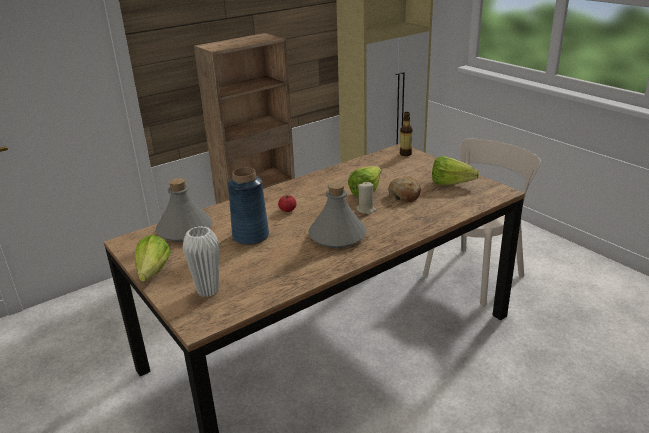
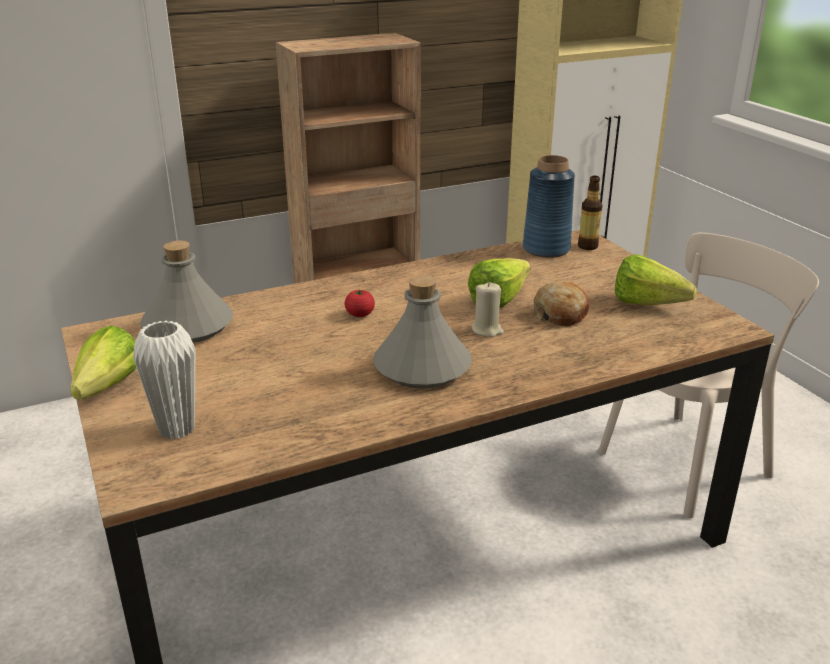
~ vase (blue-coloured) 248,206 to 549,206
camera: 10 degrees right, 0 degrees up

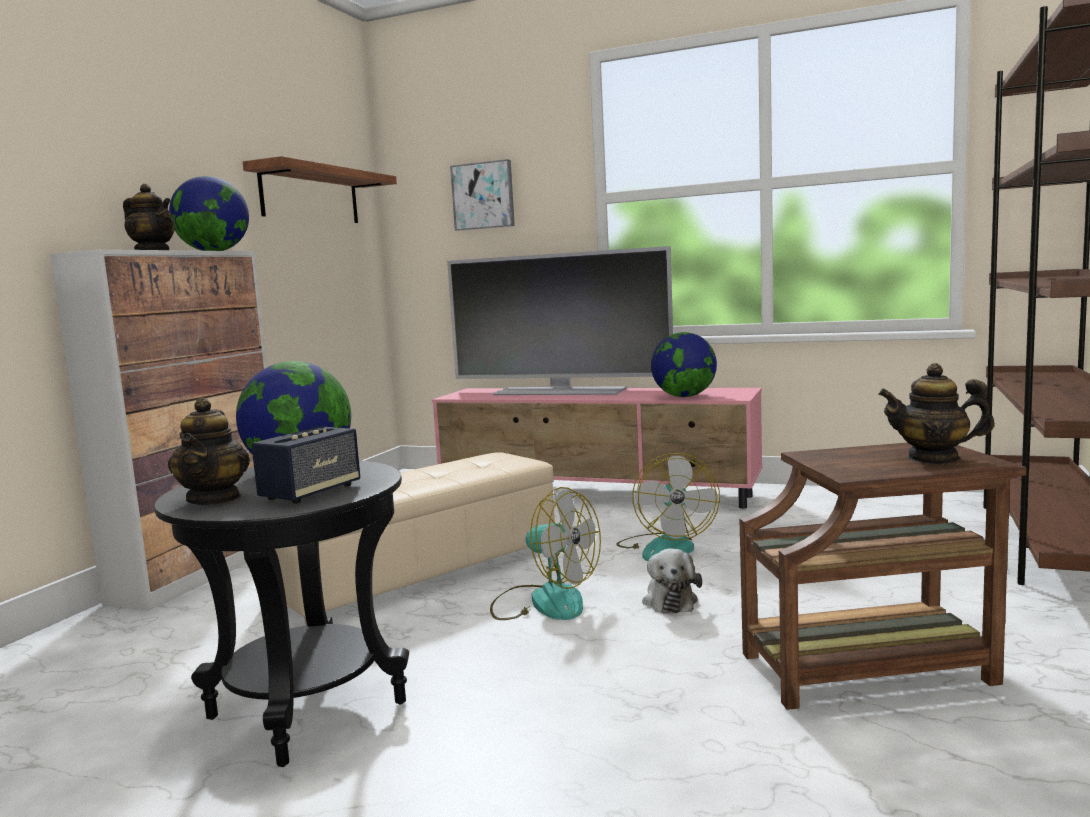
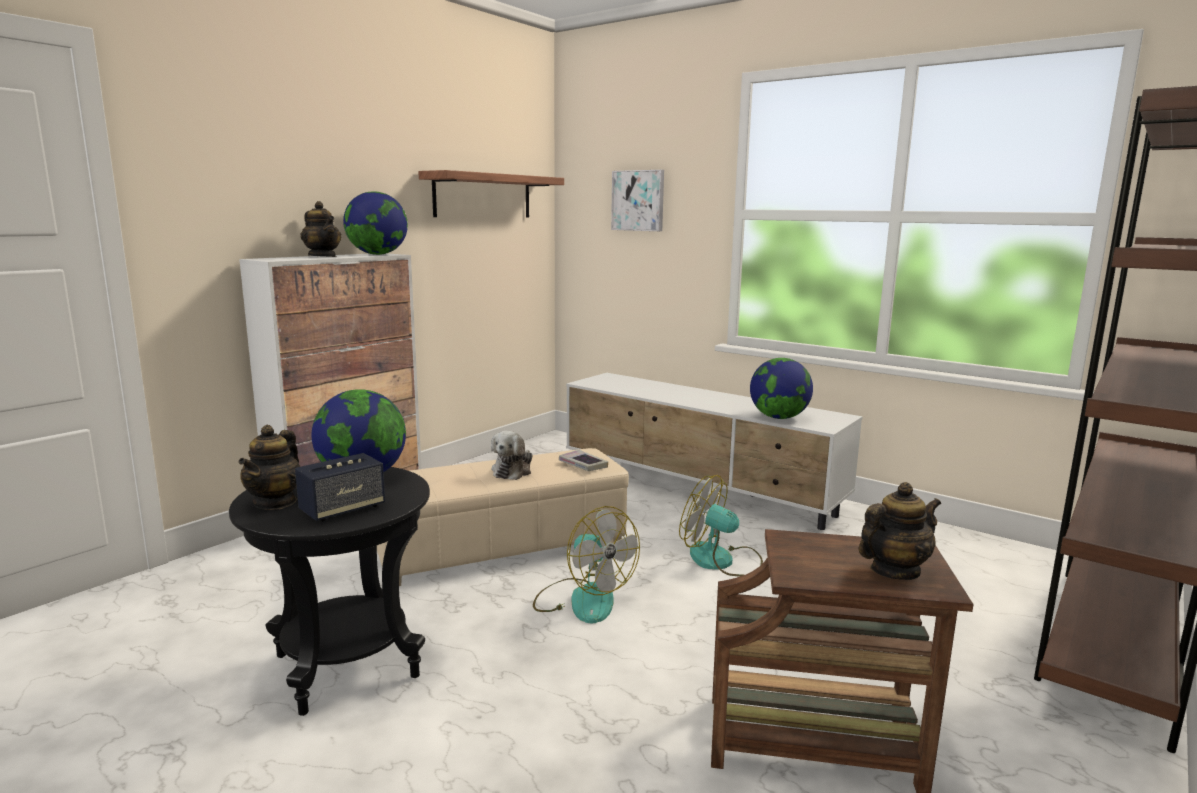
~ media console (pink) 597,448 to media console (white-coloured) 714,451
- TV 560,320
~ fan 668,507 = 721,526 105 degrees clockwise
~ cuddly toy 672,581 to 512,455
~ teapot 936,413 = 899,531 120 degrees clockwise
+ bound book 583,460
camera: 15 degrees right, 5 degrees up

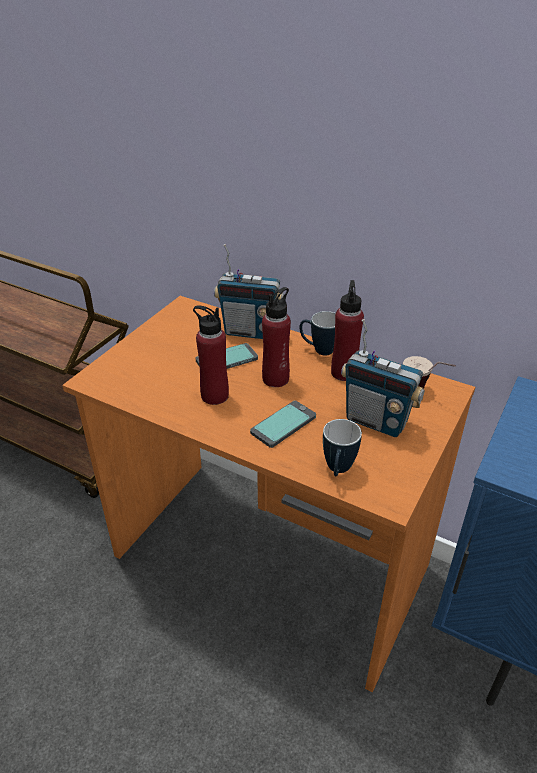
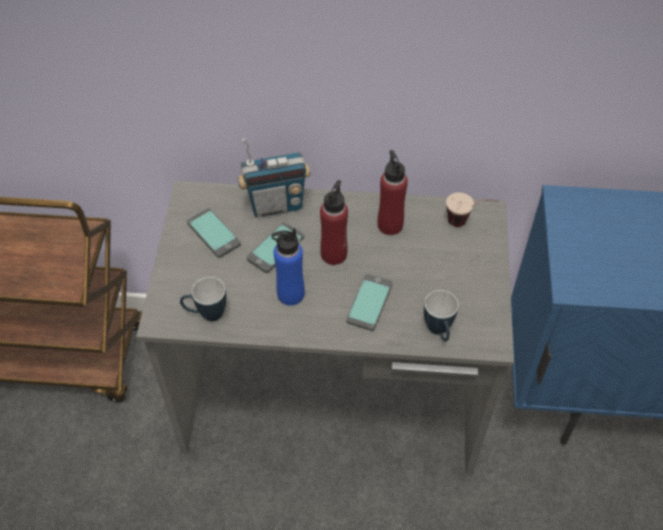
~ desk unit (orange) 268,494 to desk unit (grey) 325,328
~ drink bottle (red) 211,355 to drink bottle (blue-coloured) 288,266
~ mug 317,333 to 203,299
- radio receiver 383,378
+ handset 214,233
camera: 25 degrees left, 15 degrees up

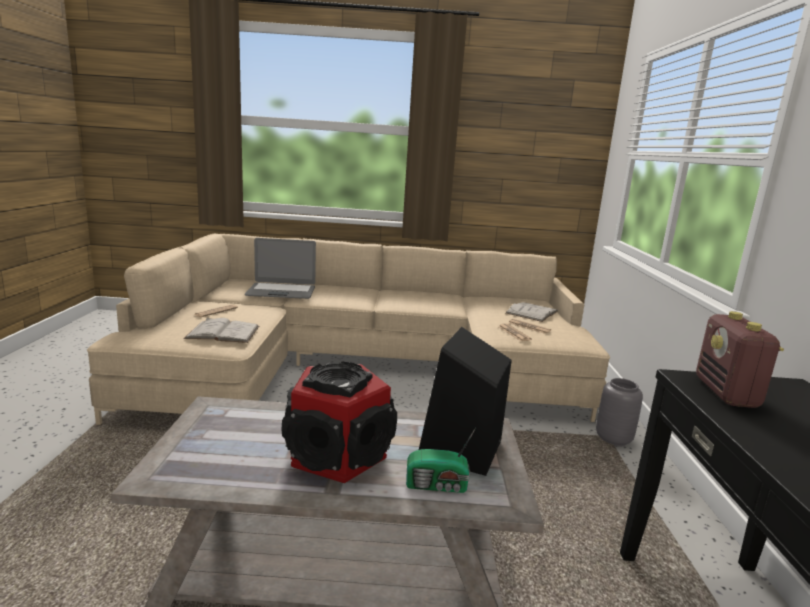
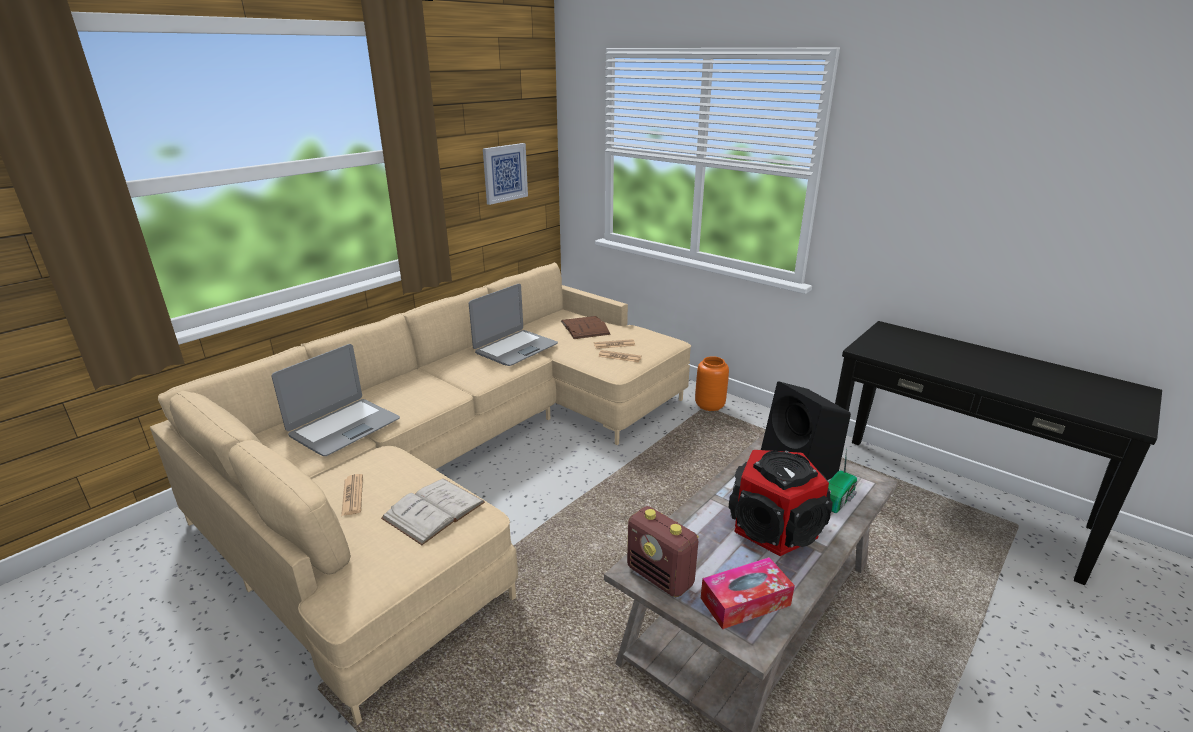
~ bound book (white-coloured) 532,312 to bound book (brown) 586,327
~ vase (grey) 619,412 to vase (orange) 712,383
~ radio receiver 740,359 to 663,551
+ notebook computer 513,325
+ wall picture 505,174
+ tissue holder 748,593
camera: 50 degrees left, 10 degrees up

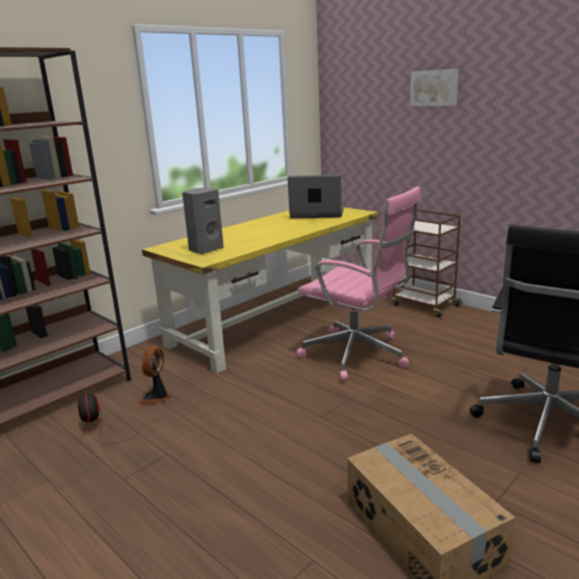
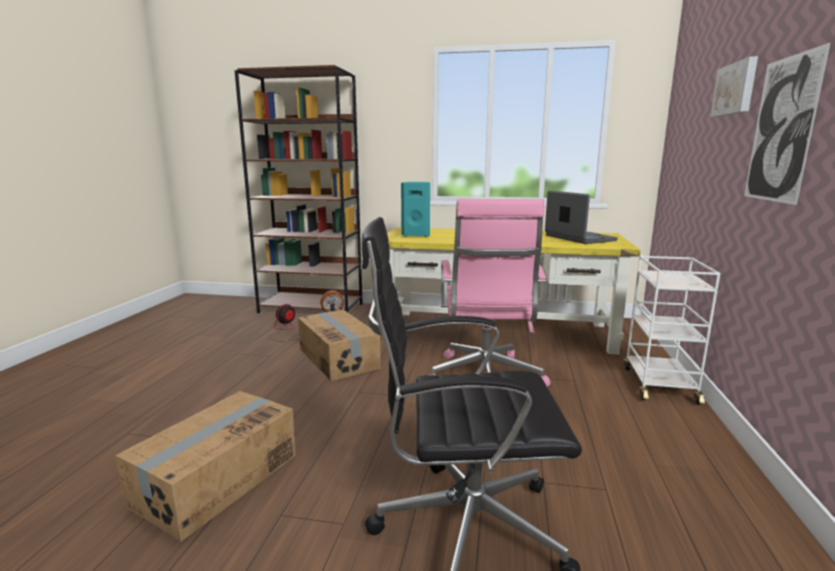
~ speaker (grey) 203,221 to speaker (blue-green) 415,209
~ trolley (brown) 427,264 to trolley (white-coloured) 672,330
+ cardboard box 339,345
+ wall picture 787,124
camera: 55 degrees right, 5 degrees down

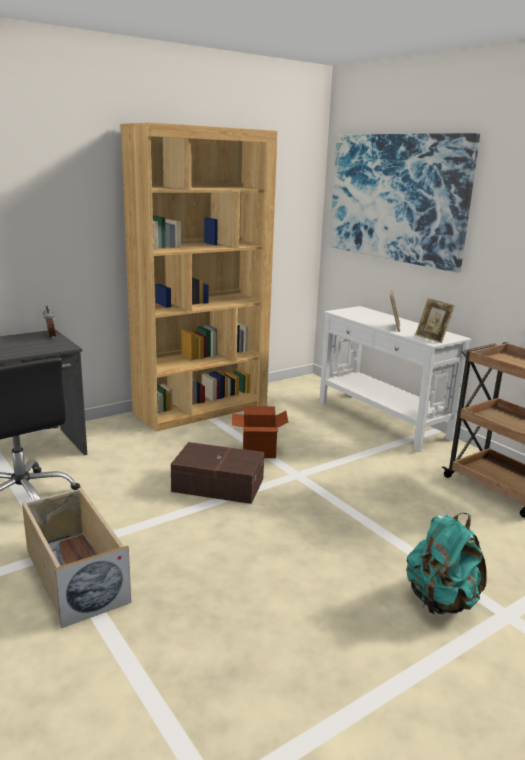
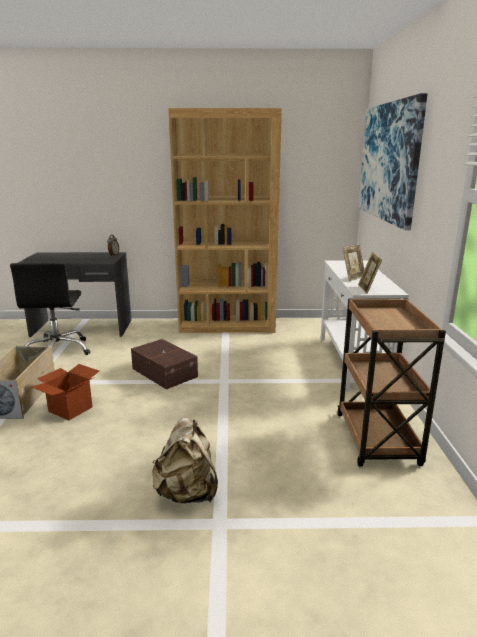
~ cardboard box 260,432 to 65,392
~ backpack (blue-green) 446,564 to backpack (sand-coloured) 185,460
camera: 35 degrees right, 0 degrees up

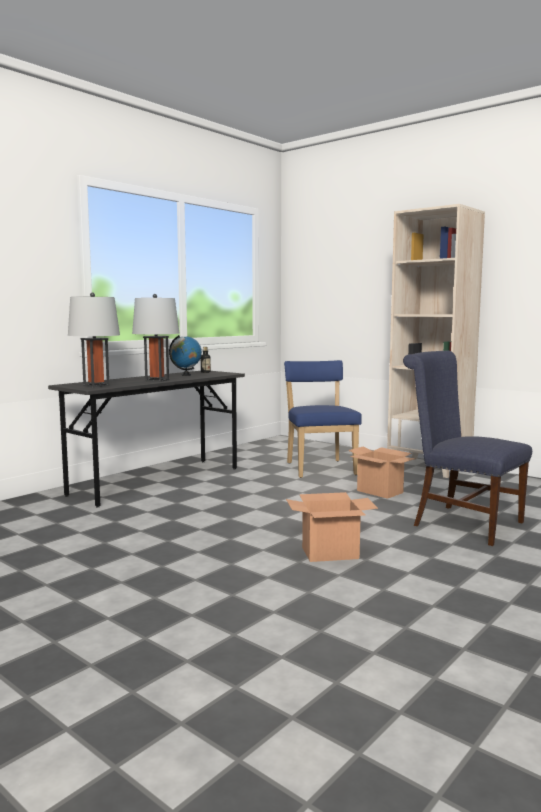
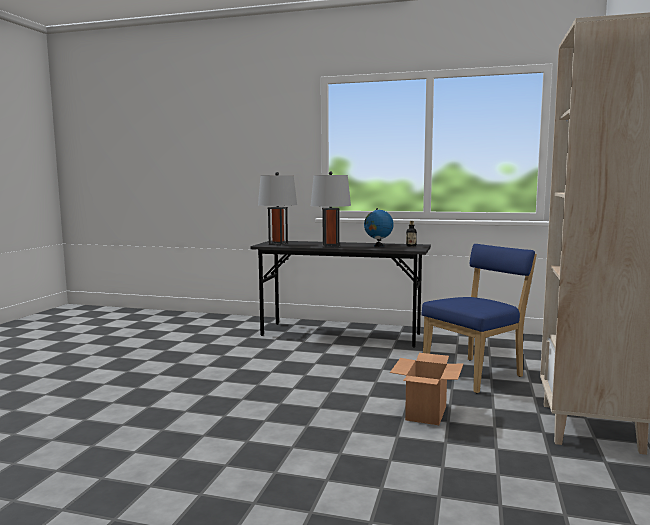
- cardboard box 332,527
- chair (blue-coloured) 467,448
camera: 65 degrees right, 0 degrees up

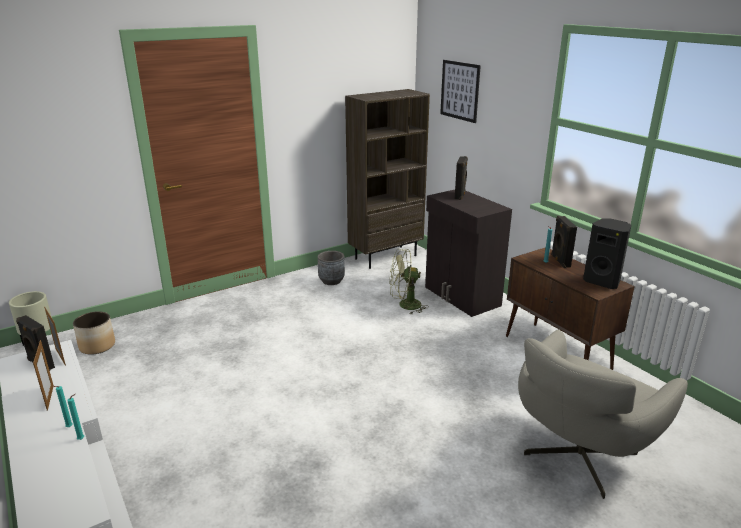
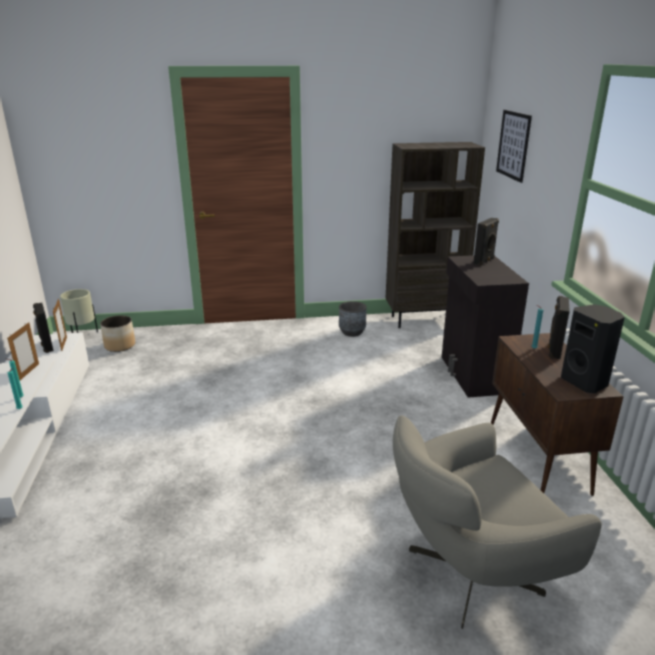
- fan (green-coloured) 409,281
camera: 25 degrees right, 0 degrees up

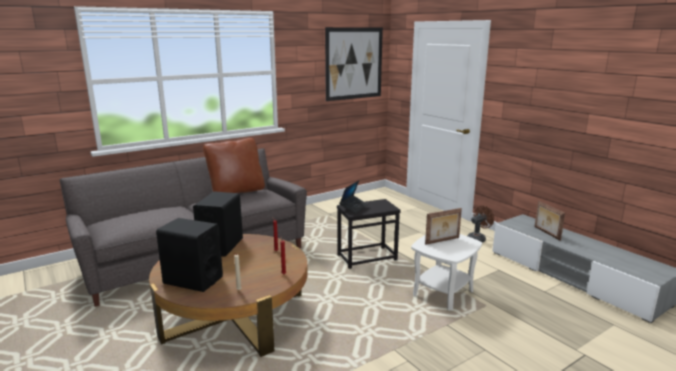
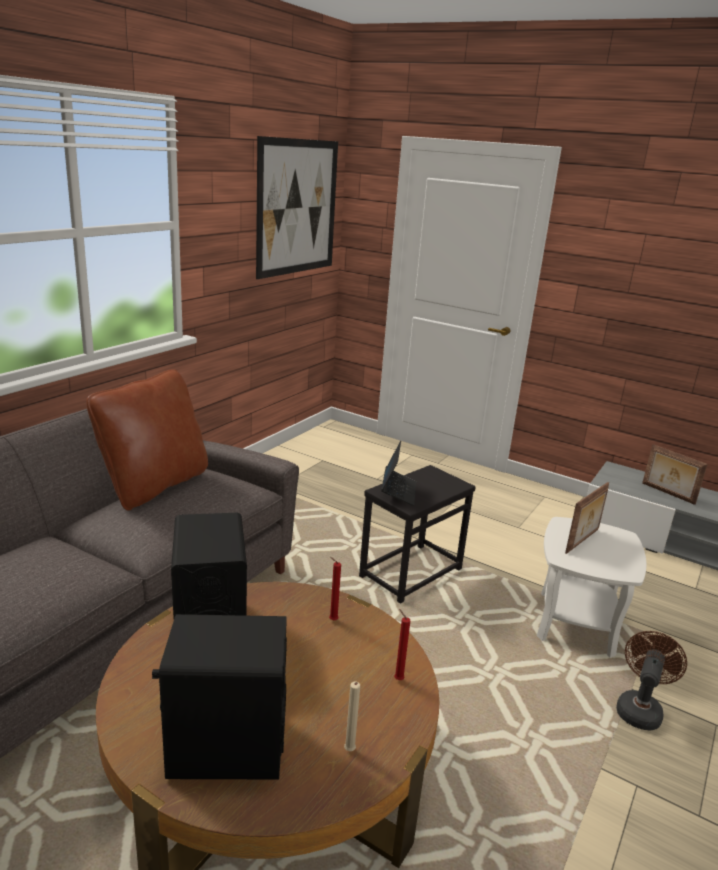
~ fan (brown) 481,224 to 651,680
camera: 25 degrees left, 5 degrees up

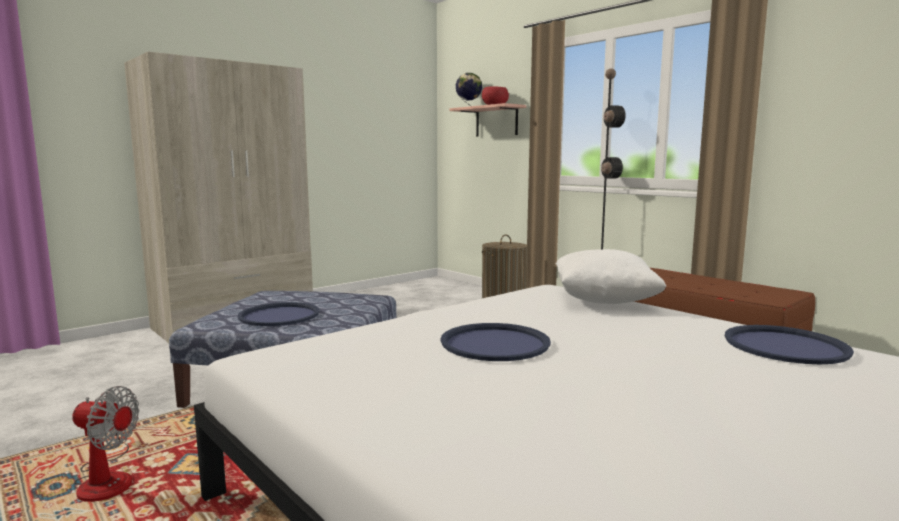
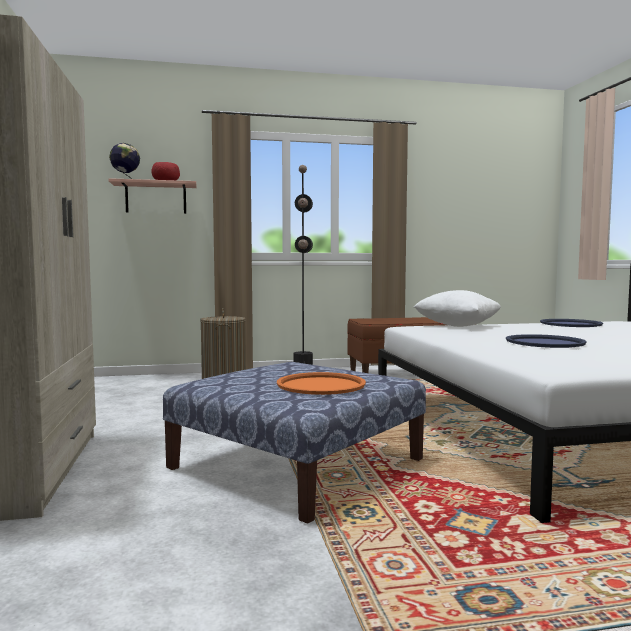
- fan 106,444
~ serving tray (blue-coloured) 278,314 to serving tray (orange) 321,383
camera: 60 degrees left, 5 degrees down

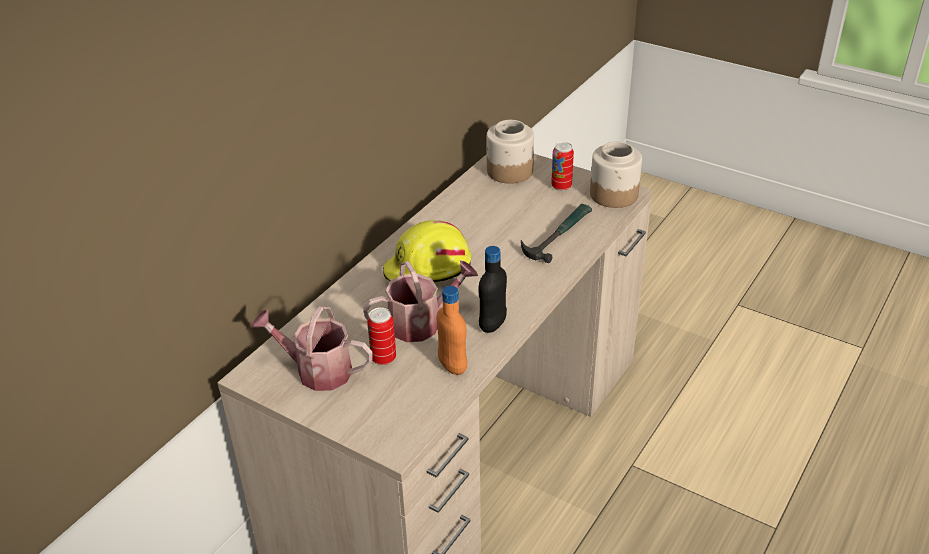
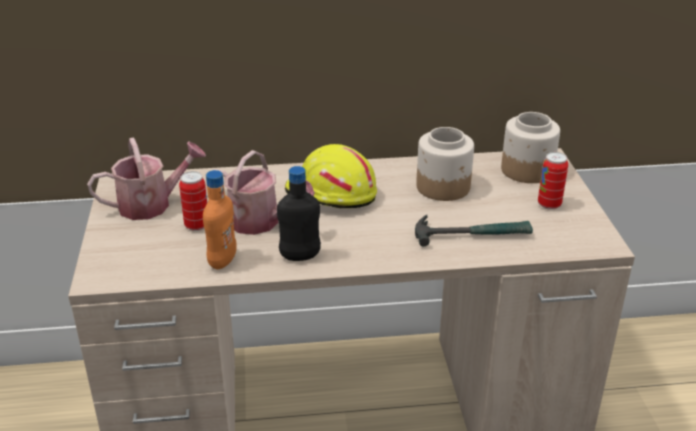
~ sprinkling can 311,348 = 146,178 90 degrees clockwise
~ jar 616,175 to 445,164
camera: 50 degrees right, 5 degrees down

